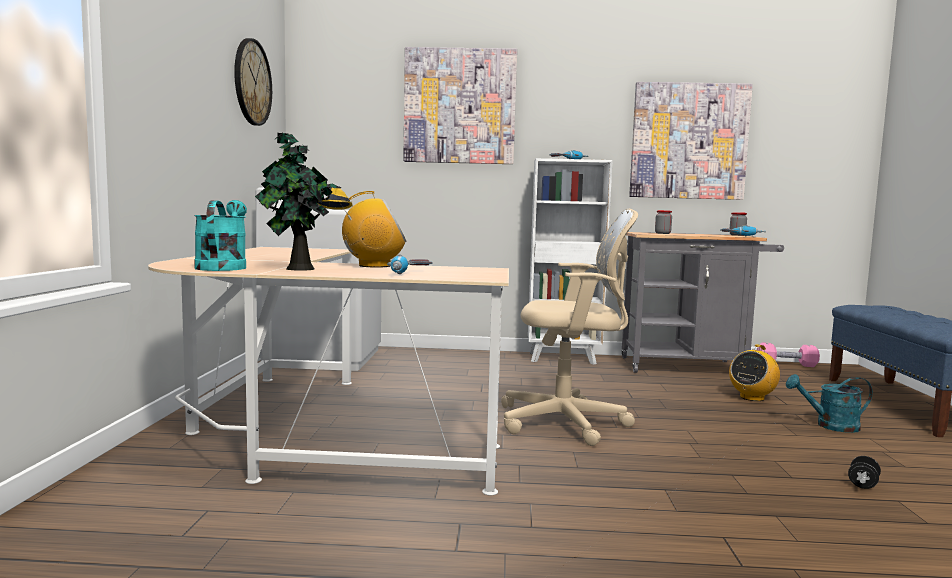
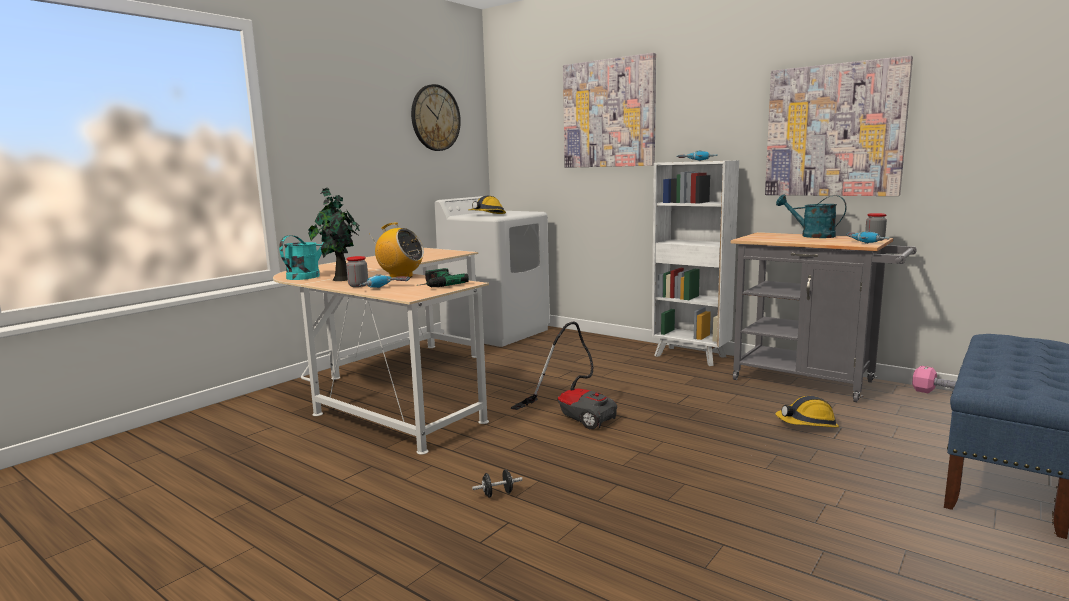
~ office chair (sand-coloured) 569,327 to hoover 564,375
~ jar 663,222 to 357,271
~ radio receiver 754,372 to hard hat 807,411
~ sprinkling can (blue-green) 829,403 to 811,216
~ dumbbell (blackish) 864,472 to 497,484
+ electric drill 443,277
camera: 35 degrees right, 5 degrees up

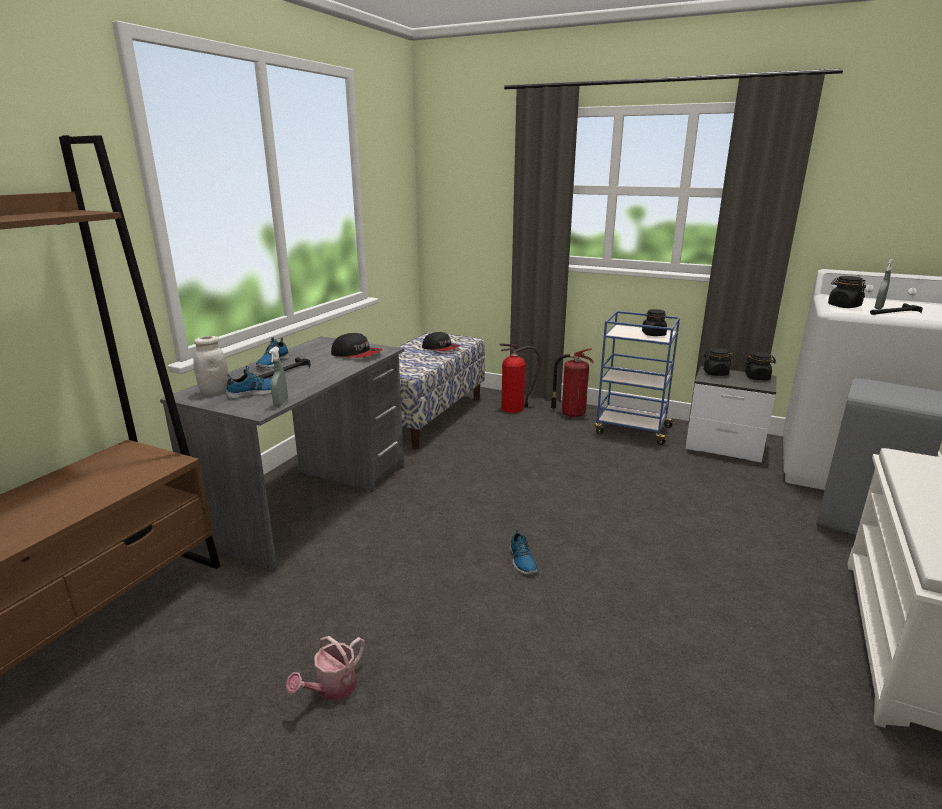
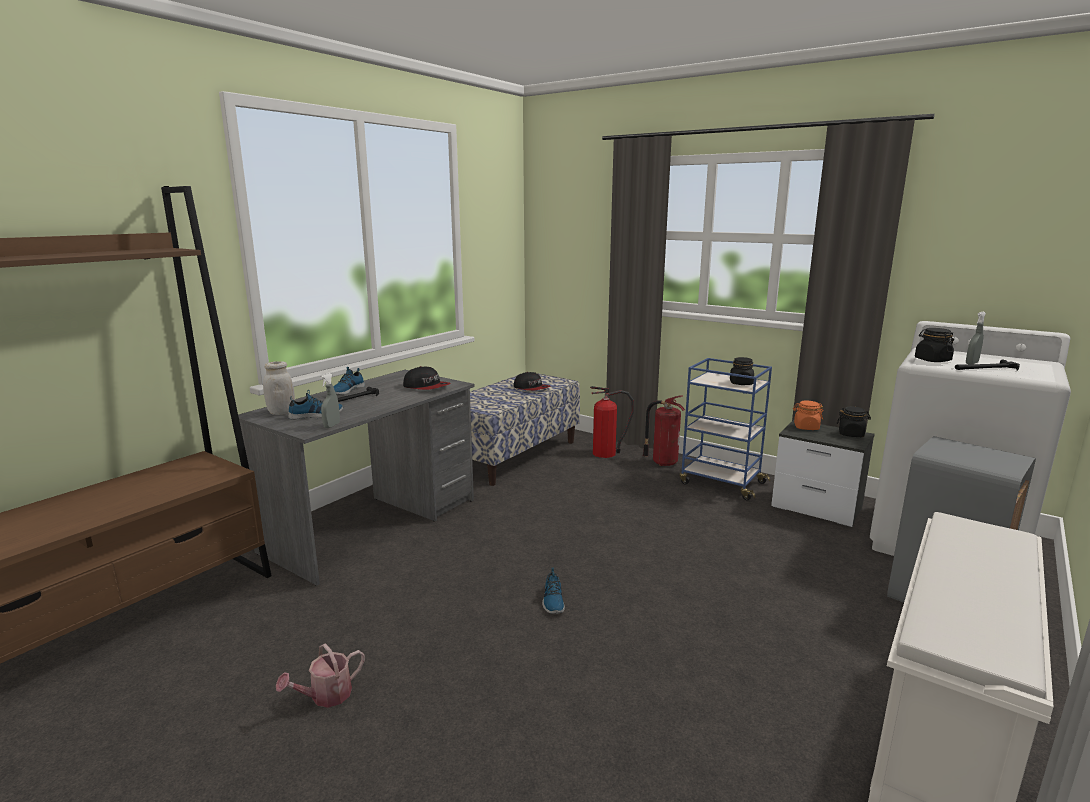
~ jar (blackish) 718,362 to jar (orange) 808,415
camera: 10 degrees right, 5 degrees down

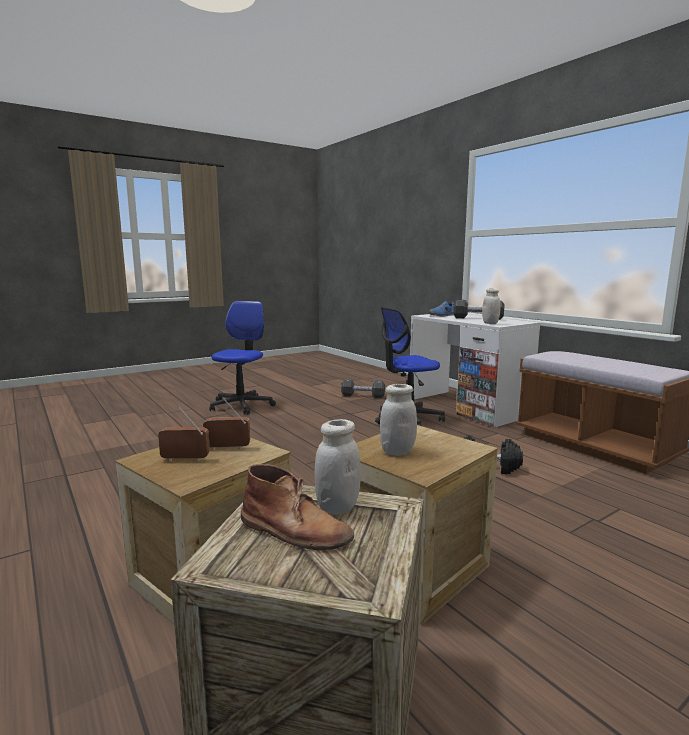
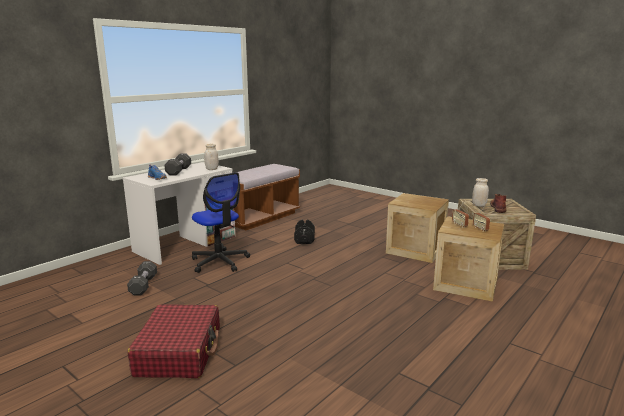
~ office chair 242,357 to suitcase (red) 174,341
- jar (white-coloured) 398,420
camera: 105 degrees left, 5 degrees up

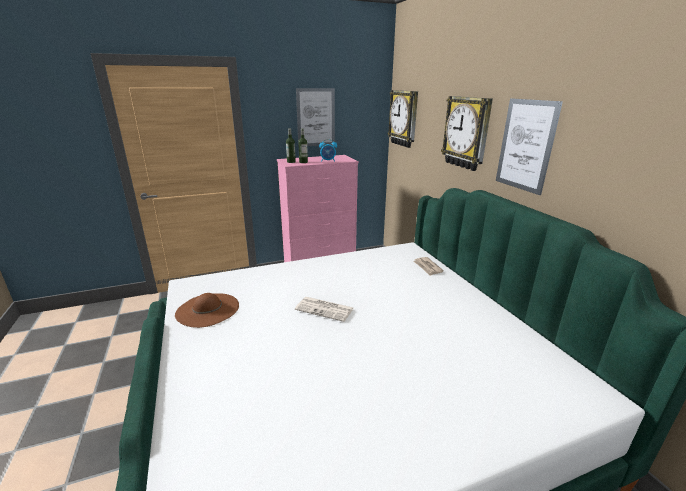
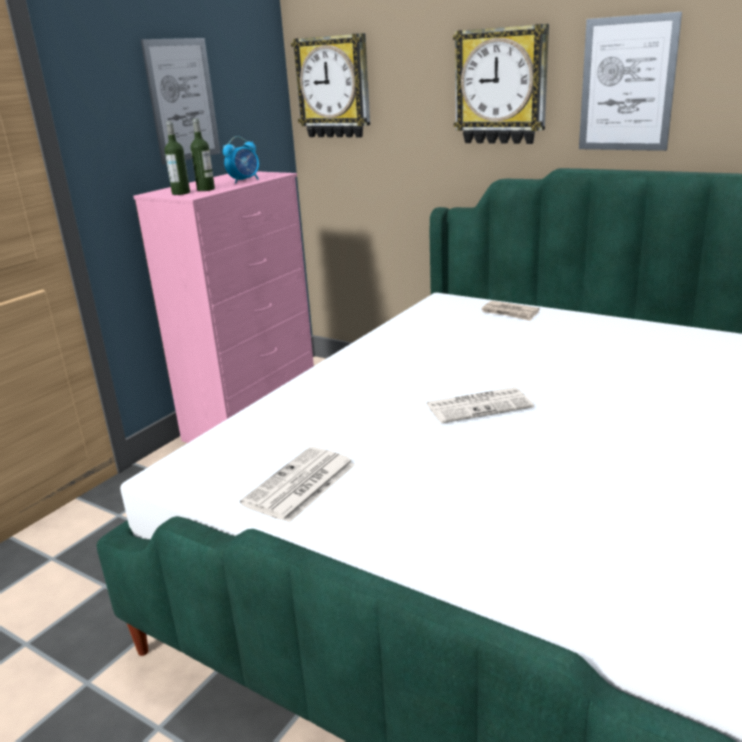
~ wearable hat (brown) 207,310 to printed paper 298,485
camera: 35 degrees left, 0 degrees up

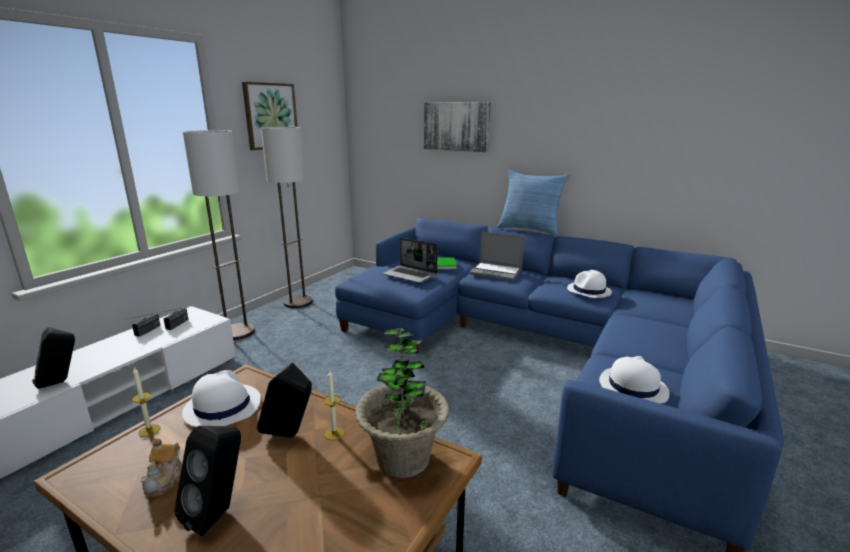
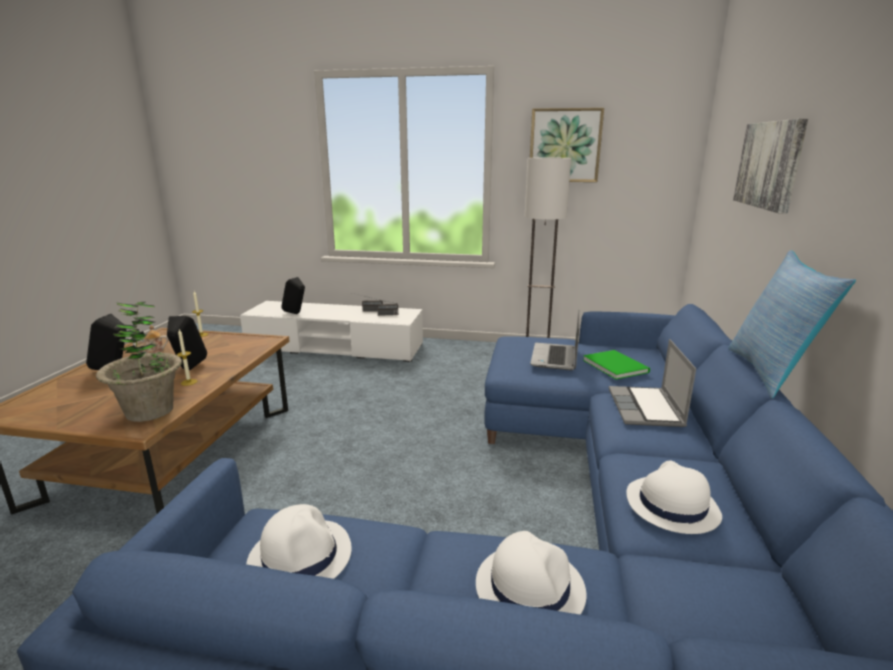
~ wearable hat (white-coloured) 221,398 to 531,573
- standard lamp 219,235
camera: 70 degrees right, 0 degrees up

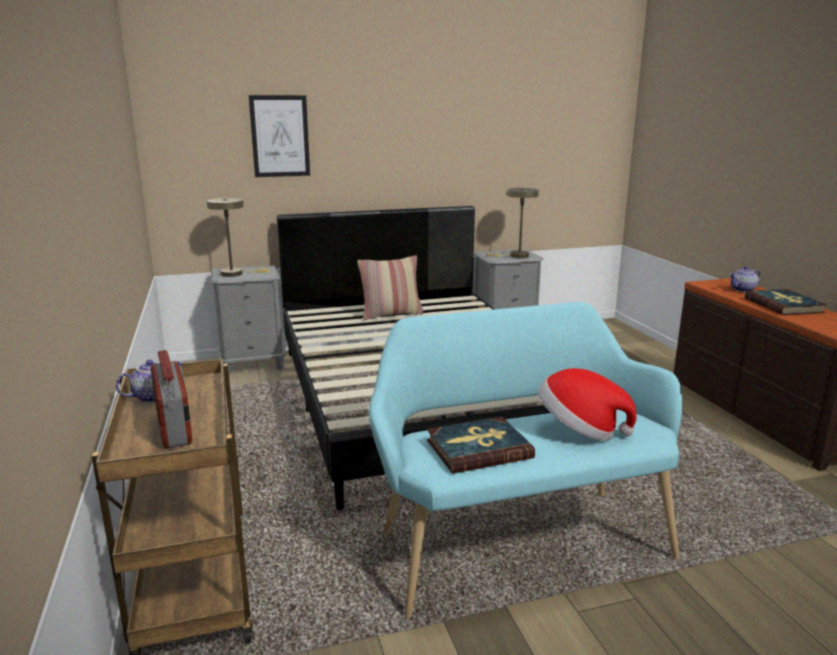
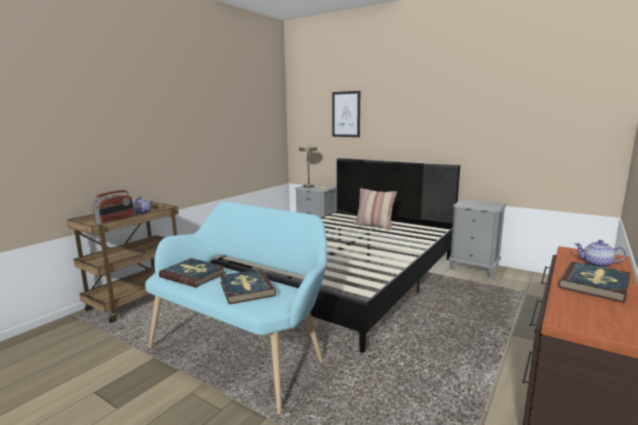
- table lamp (sand-coloured) 512,223
~ wearable hat 587,404 to bound book 248,286
camera: 50 degrees right, 5 degrees down

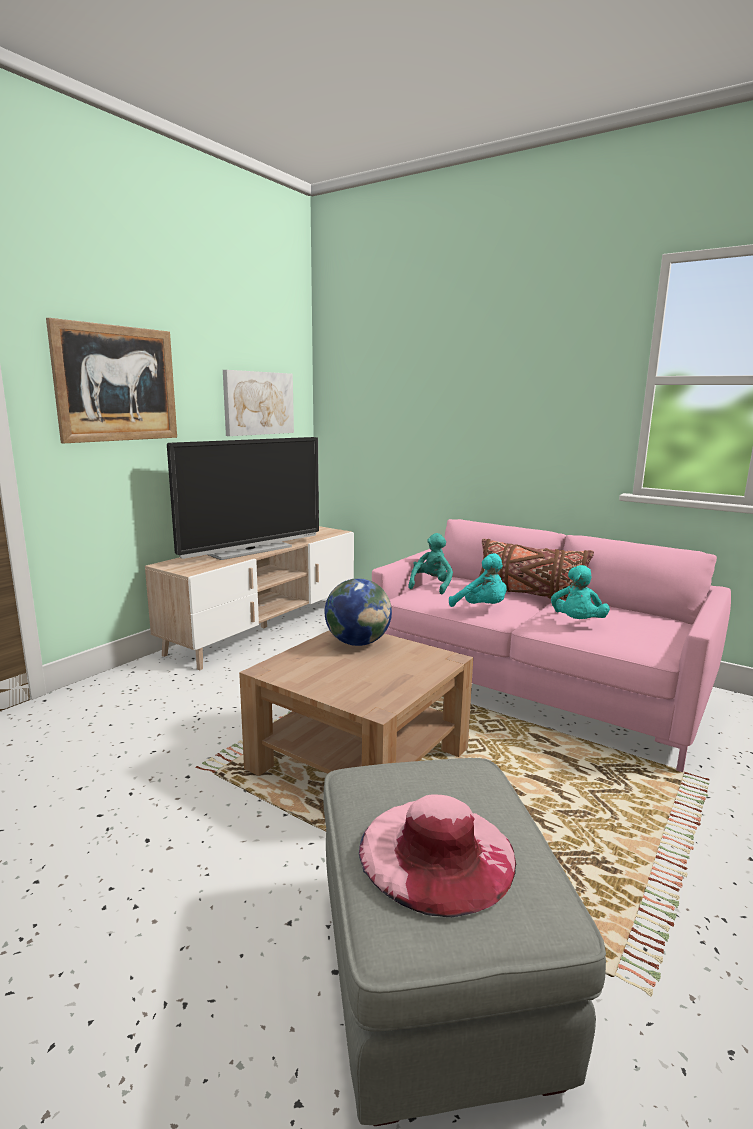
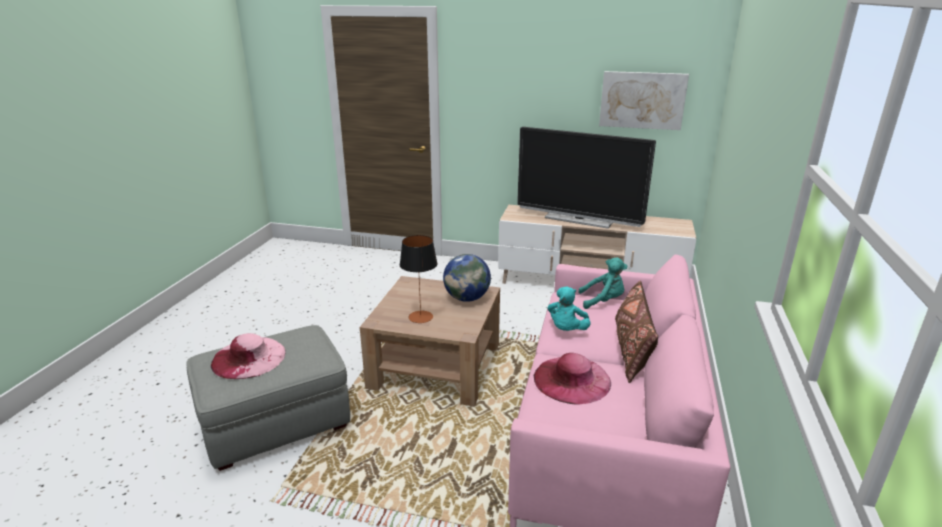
- wall picture 111,380
~ cuddly toy (blue-green) 580,592 to wearable hat (pink) 572,379
+ table lamp 418,279
camera: 70 degrees right, 10 degrees up

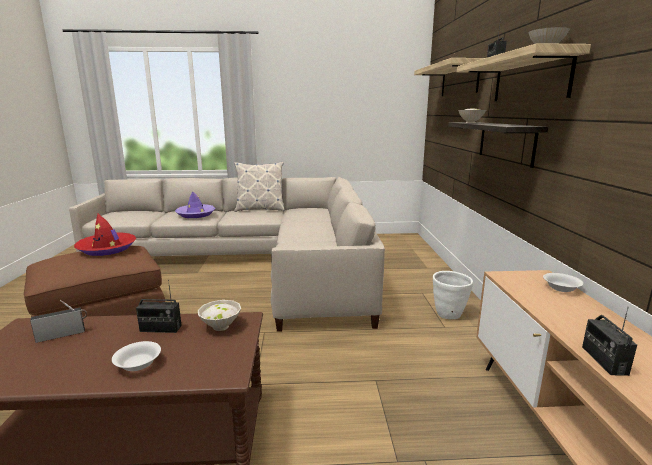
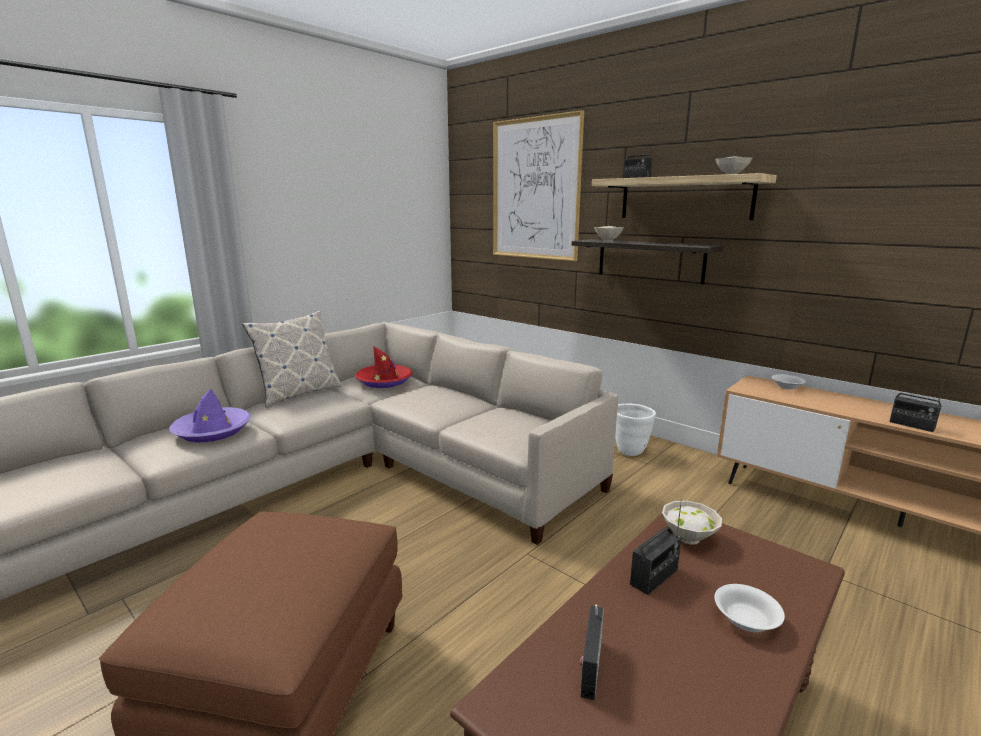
~ wearable hat (red) 105,235 to 384,367
~ bracket shelf 449,77 to wall picture 538,185
camera: 45 degrees left, 0 degrees up

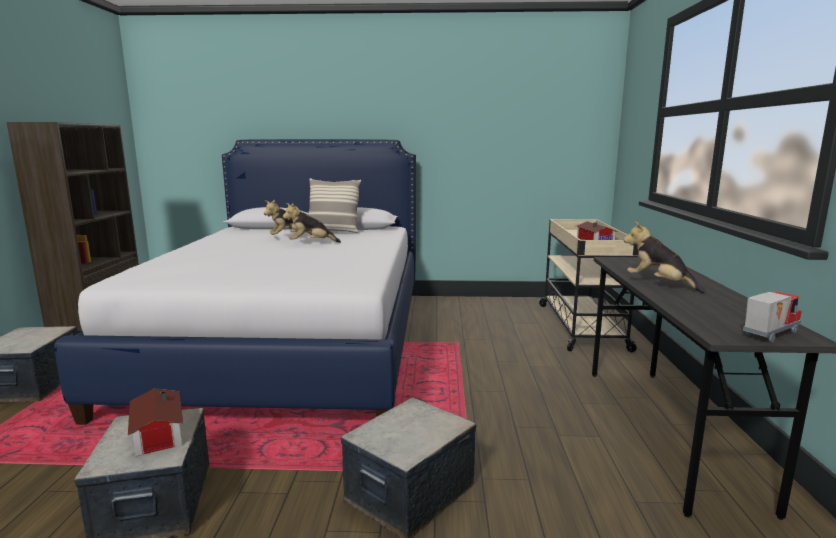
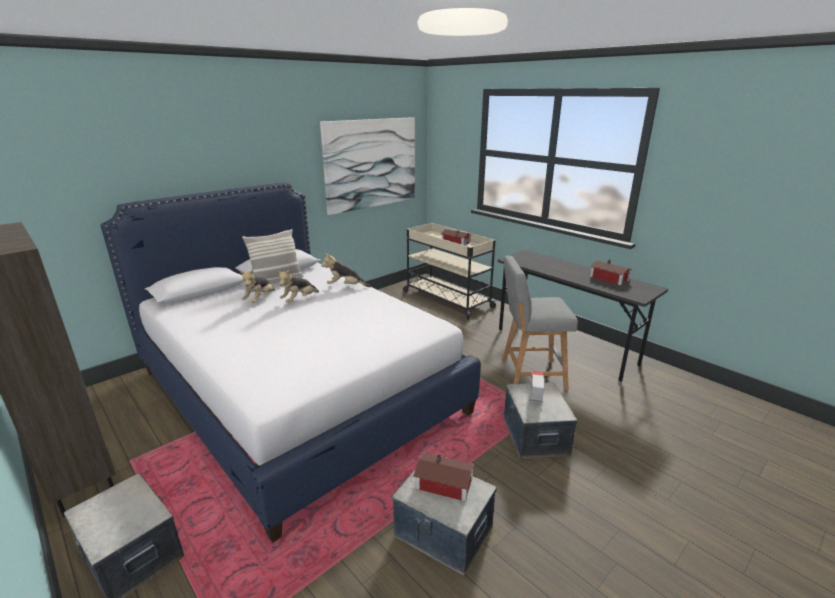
~ cuddly toy 665,257 to 346,270
~ model truck 772,316 to 536,387
+ wall picture 367,166
+ sitting stool (grey) 540,323
+ toy house 611,272
camera: 45 degrees left, 10 degrees up

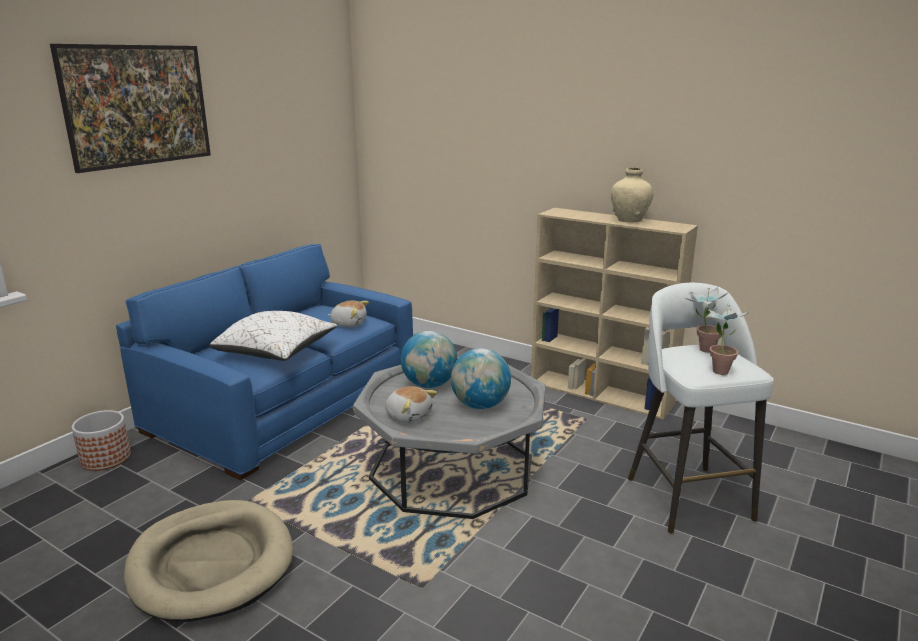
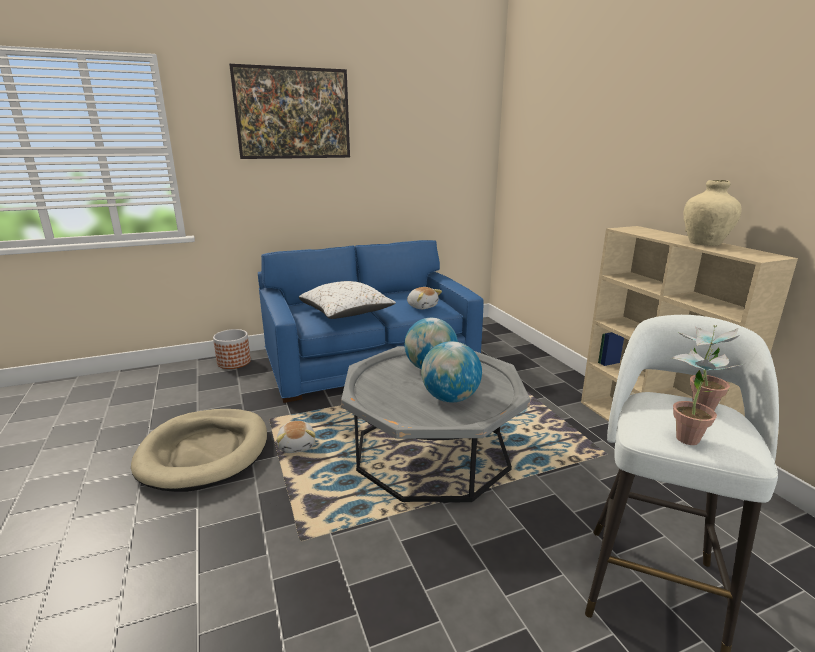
~ cuddly toy 411,404 to 296,437
camera: 35 degrees right, 0 degrees up

